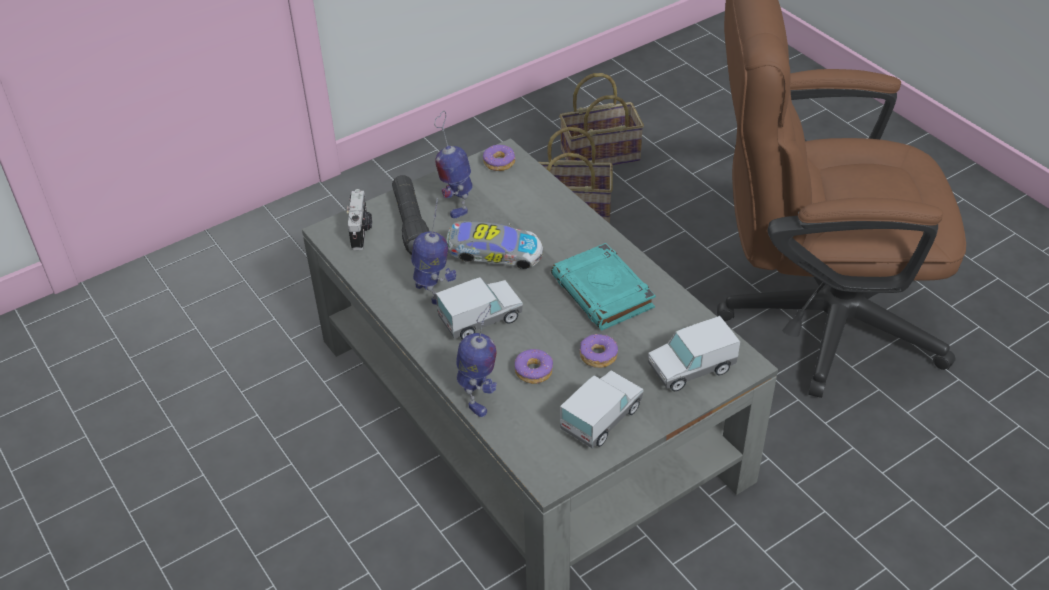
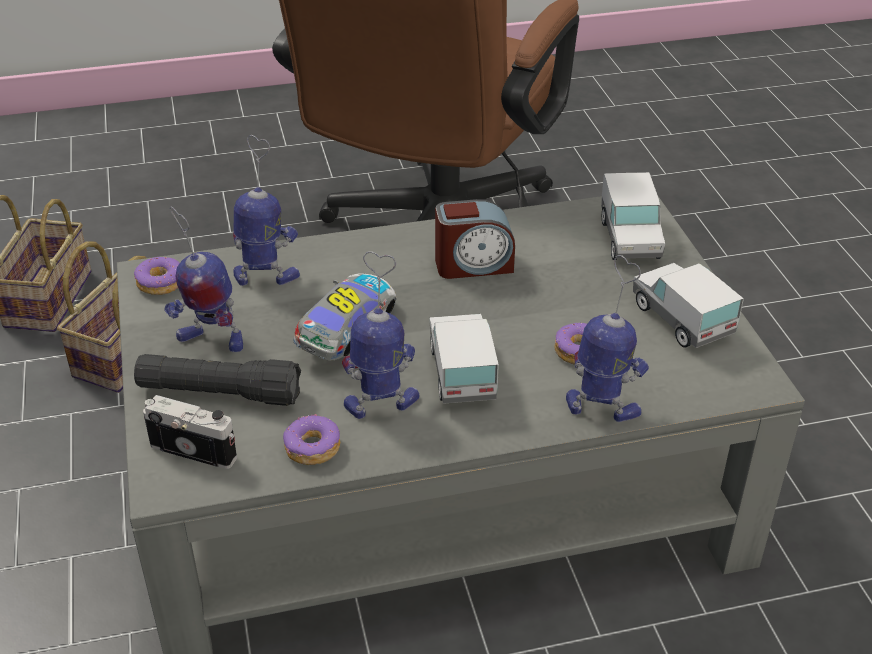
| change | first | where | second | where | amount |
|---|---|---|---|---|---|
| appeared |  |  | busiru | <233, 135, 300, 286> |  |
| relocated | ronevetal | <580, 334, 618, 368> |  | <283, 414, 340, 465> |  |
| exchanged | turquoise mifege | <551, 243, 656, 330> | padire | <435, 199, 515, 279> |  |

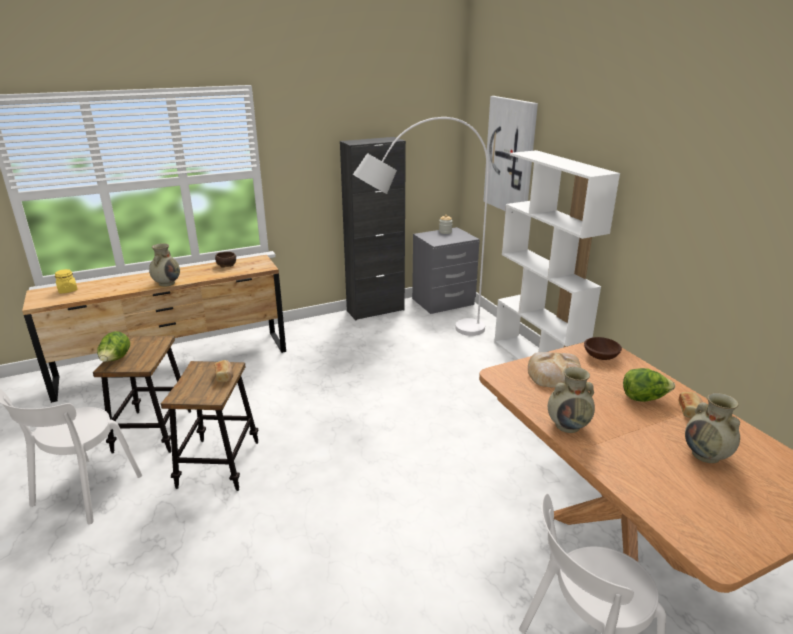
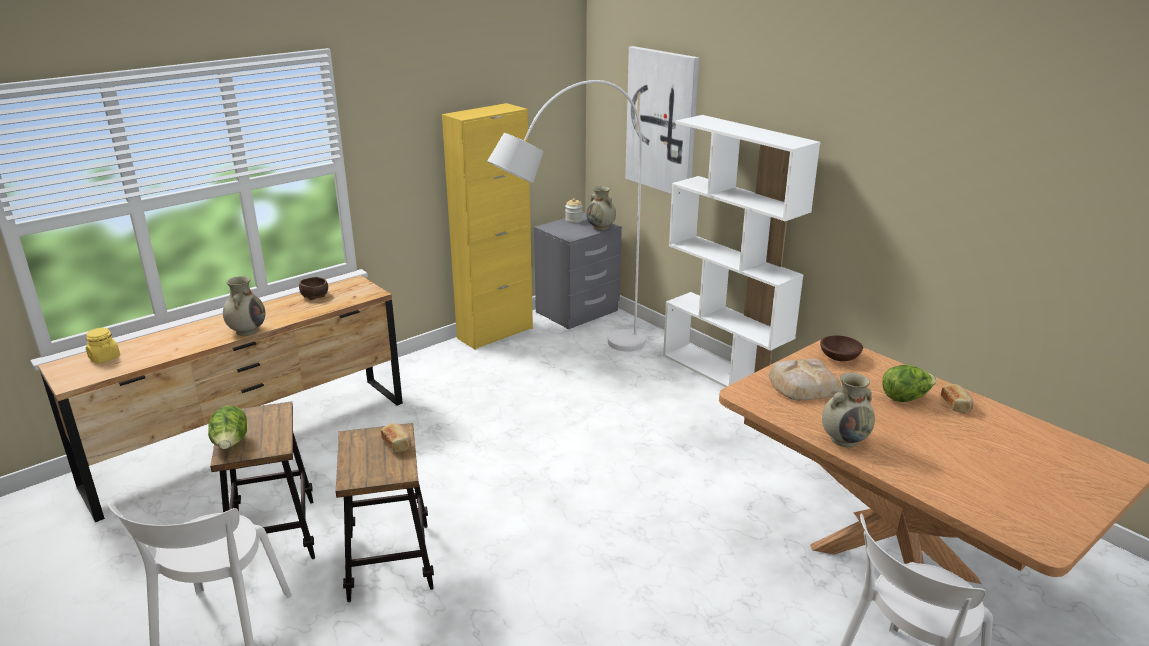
| change | first | where | second | where | amount |
|---|---|---|---|---|---|
| colour | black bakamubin | <340, 137, 406, 320> | yellow bakamubin | <442, 103, 533, 350> |  |
| relocated | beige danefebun | <685, 393, 740, 463> |  | <586, 186, 616, 230> |  |

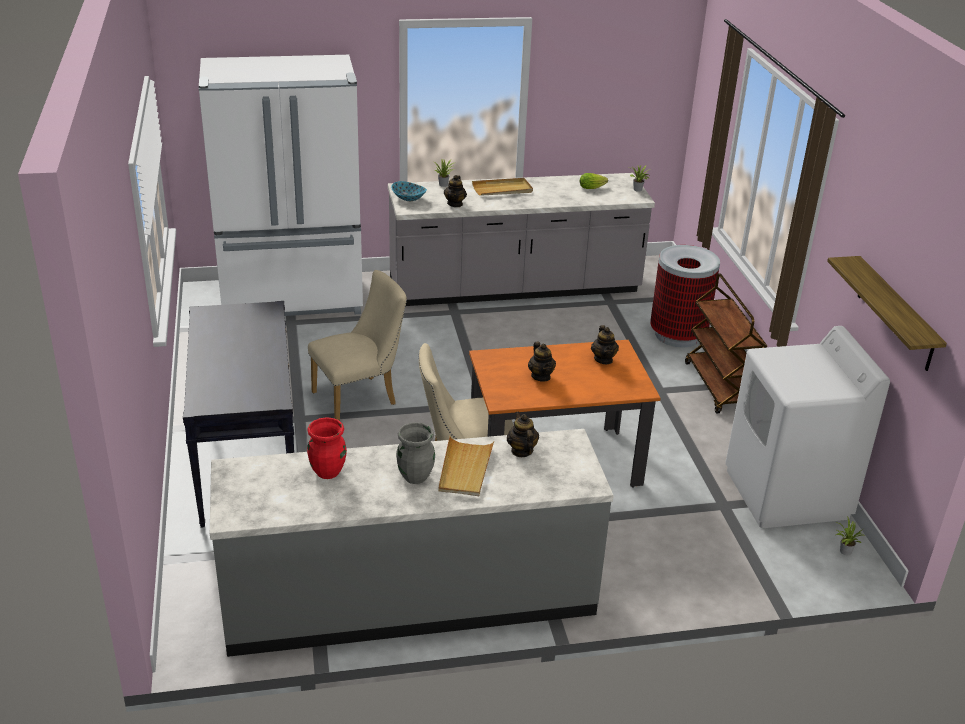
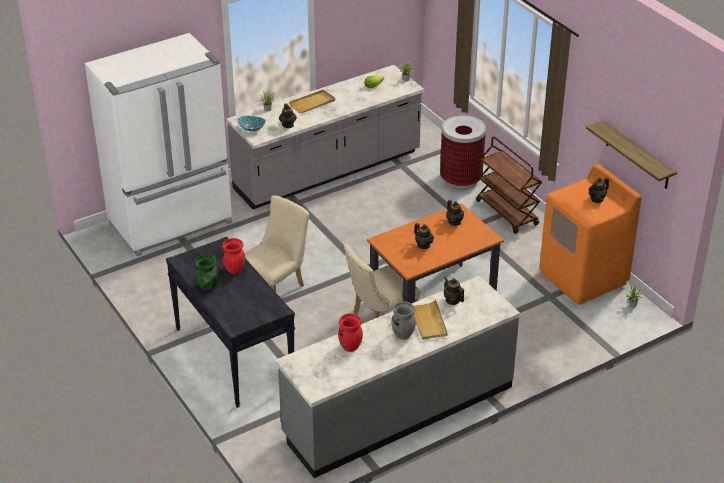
| change | first | where | second | where | amount |
|---|---|---|---|---|---|
| appeared |  |  | green danefebun | <195, 254, 219, 291> |  |
| appeared |  |  | red danefebun | <222, 238, 245, 274> |  |
| colour | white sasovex | <725, 326, 890, 528> | orange sasovex | <539, 164, 642, 305> |  |
| appeared |  |  | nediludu | <589, 178, 609, 203> |  |

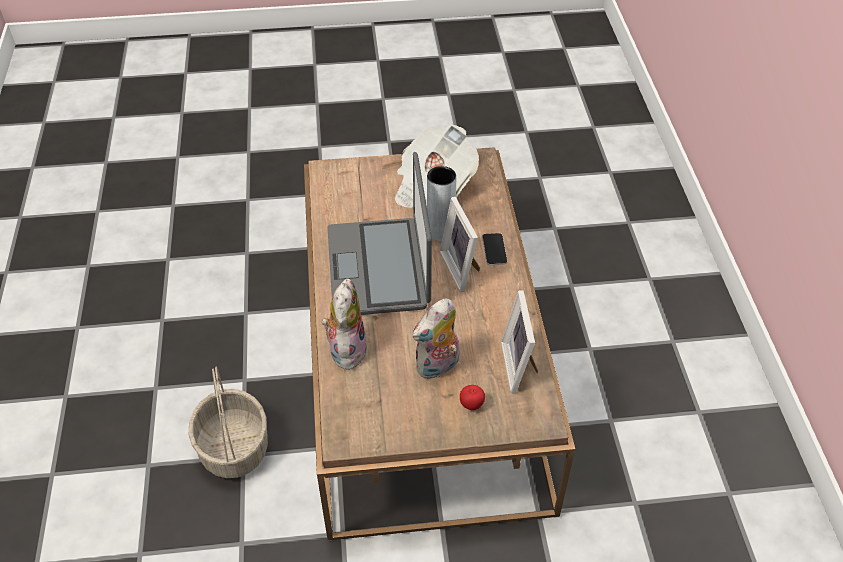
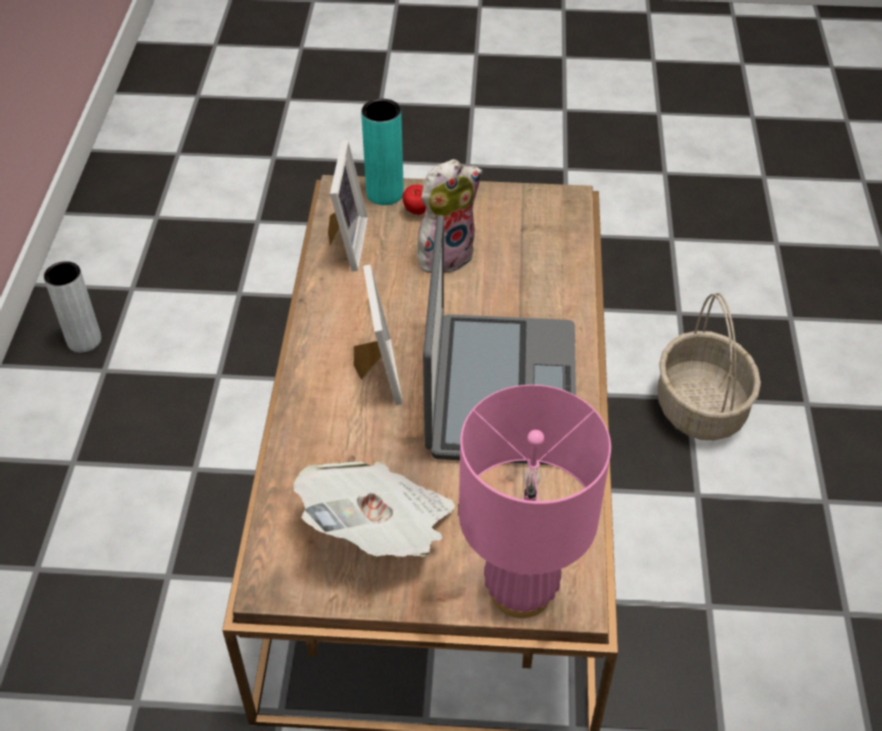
| change | first | where | second | where | amount |
|---|---|---|---|---|---|
| relocated | grey danefebun | <427, 166, 457, 241> |  | <44, 261, 102, 353> |  |
| appeared |  |  | turquoise danefebun | <361, 99, 404, 205> |  |
| appeared |  |  | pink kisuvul | <459, 385, 611, 618> |  |
| missing | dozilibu | <322, 278, 367, 370> |  |  |  |
| missing | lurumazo | <482, 233, 507, 265> |  |  |  |

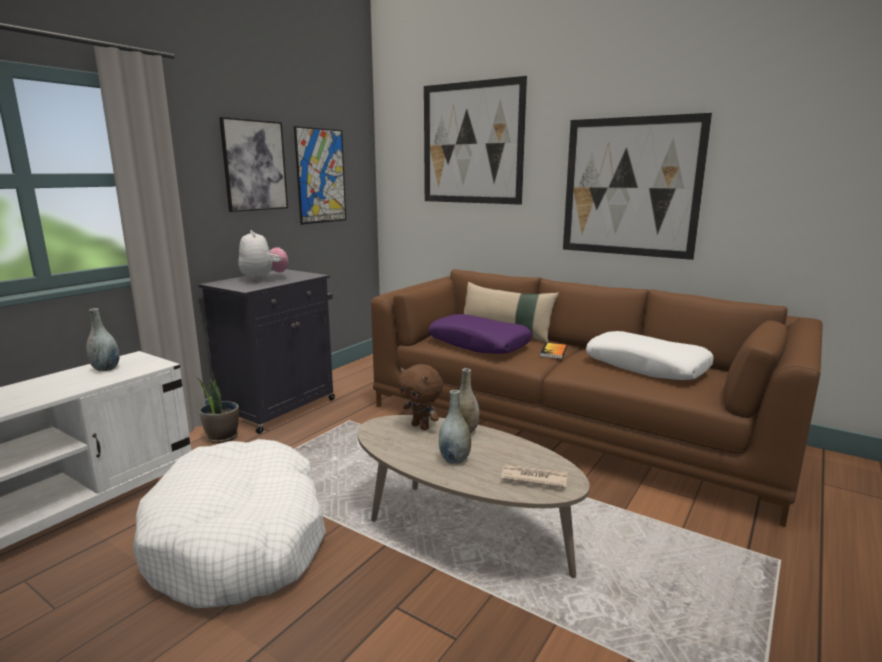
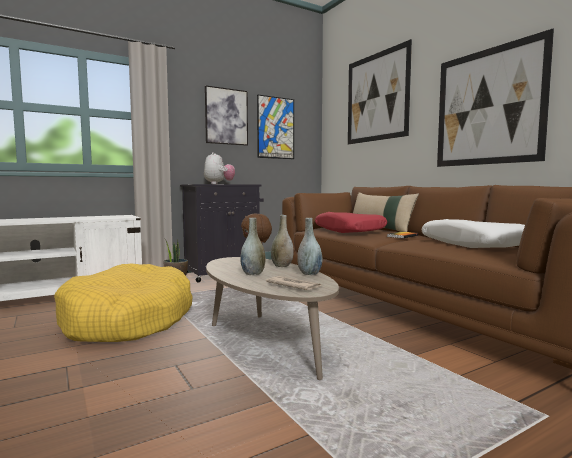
| change | first | where | second | where | amount |
|---|---|---|---|---|---|
| colour | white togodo | <133, 439, 326, 608> | yellow togodo | <54, 263, 193, 342> |  |
| relocated | grey danefebun | <86, 308, 120, 371> |  | <297, 218, 322, 275> |  |
| colour | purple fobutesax | <428, 314, 532, 354> | red fobutesax | <315, 212, 387, 233> |  |

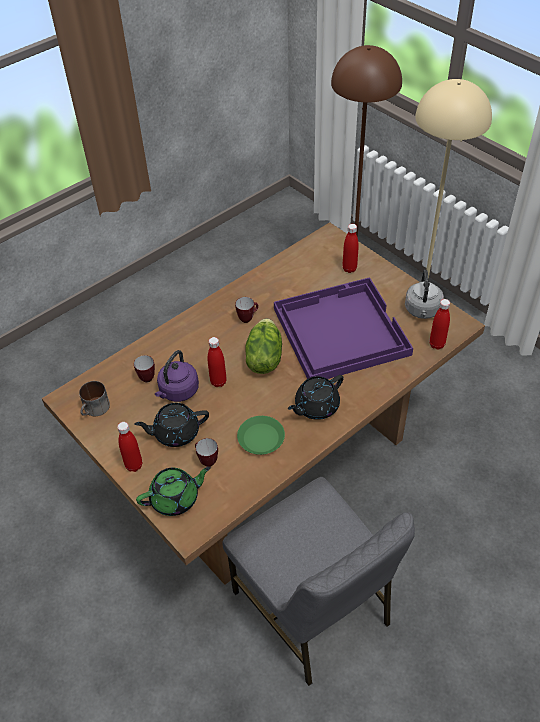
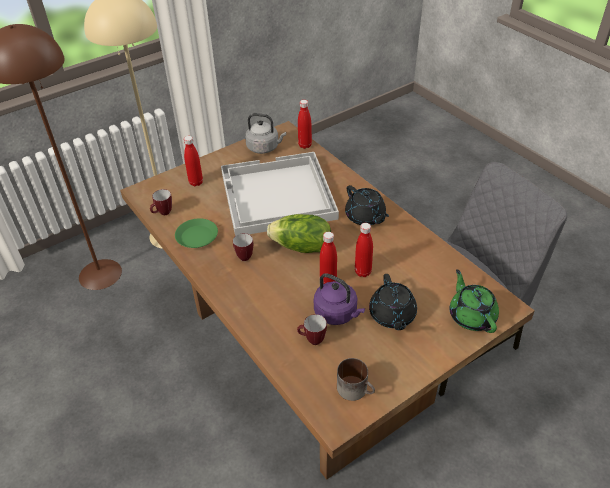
| change | first | where | second | where | amount |
|---|---|---|---|---|---|
| relocated | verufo | <195, 438, 218, 467> |  | <150, 189, 172, 215> |  |
| relocated | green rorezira | <237, 416, 285, 455> |  | <175, 218, 218, 248> |  |
| colour | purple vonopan | <274, 277, 413, 379> | white vonopan | <221, 152, 339, 236> |  |
| relocated | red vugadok | <117, 422, 142, 472> |  | <355, 223, 373, 277> |  |

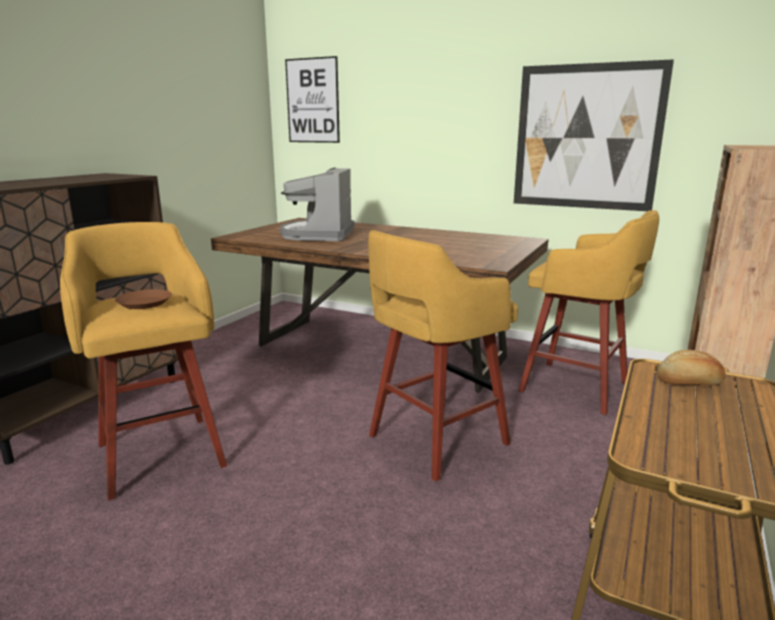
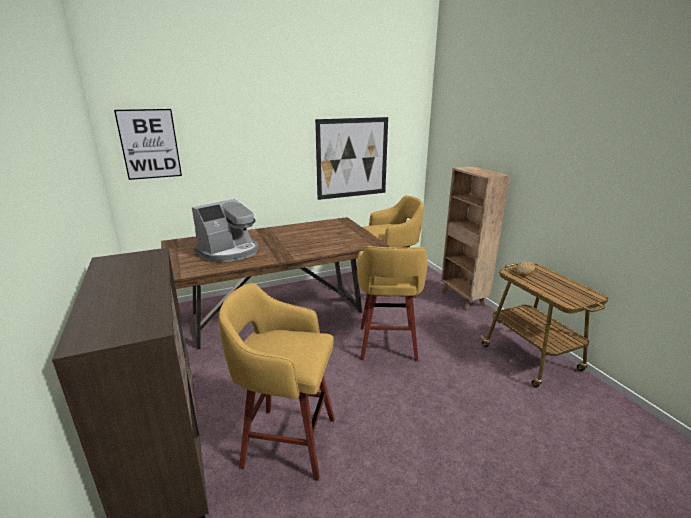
| change | first | where | second | where | amount |
|---|---|---|---|---|---|
| spun | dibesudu | <280, 167, 355, 241> |  | <192, 199, 259, 263> | 90 degrees counterclockwise |
| missing | brown rorezira | <115, 289, 172, 309> |  |  |  |

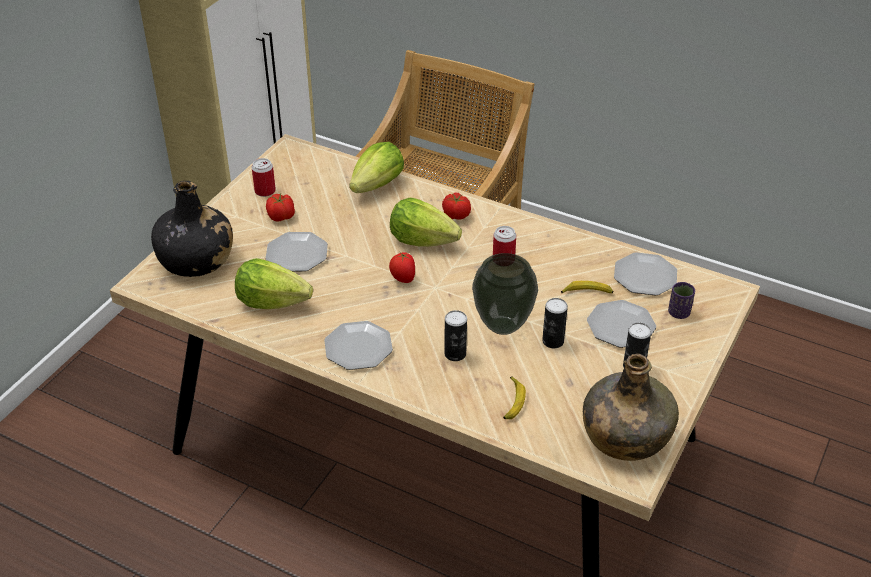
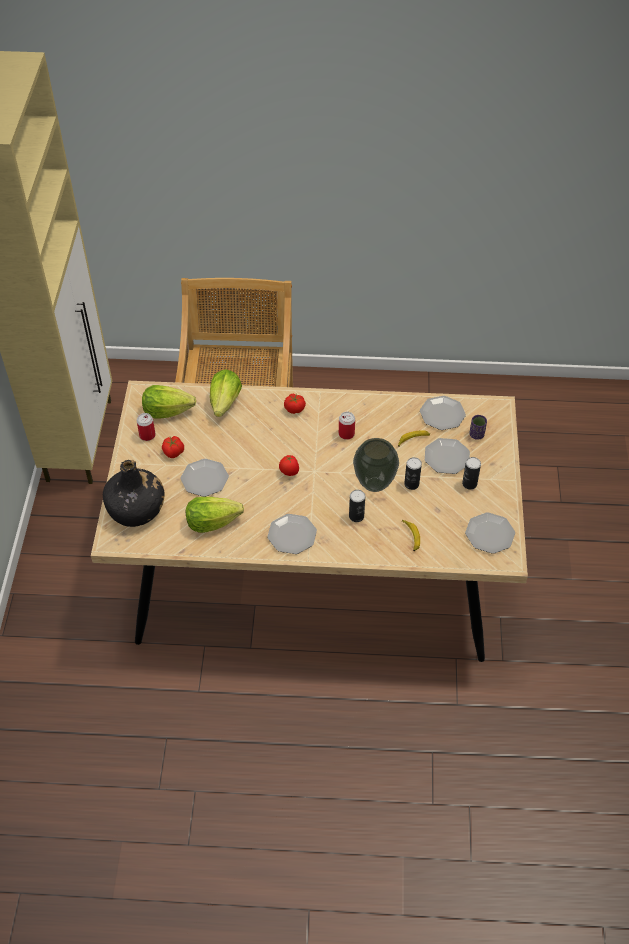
| change | first | where | second | where | amount |
|---|---|---|---|---|---|
| relocated | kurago | <390, 198, 462, 247> |  | <142, 385, 196, 419> |  |
| exchanged | green vugadok | <583, 354, 679, 461> | rorezira | <465, 512, 515, 554> |  |

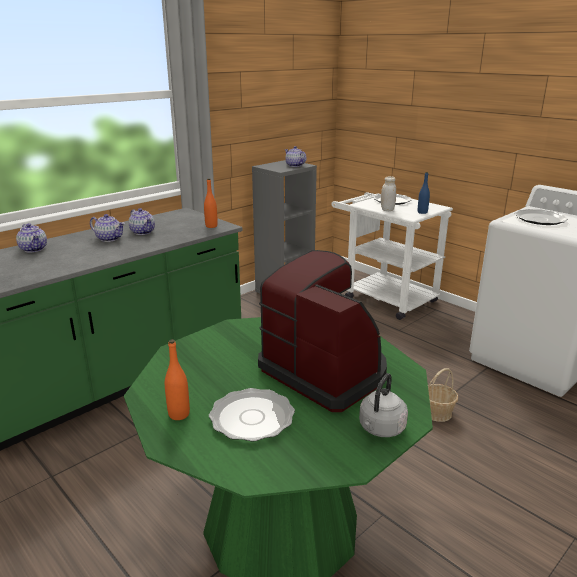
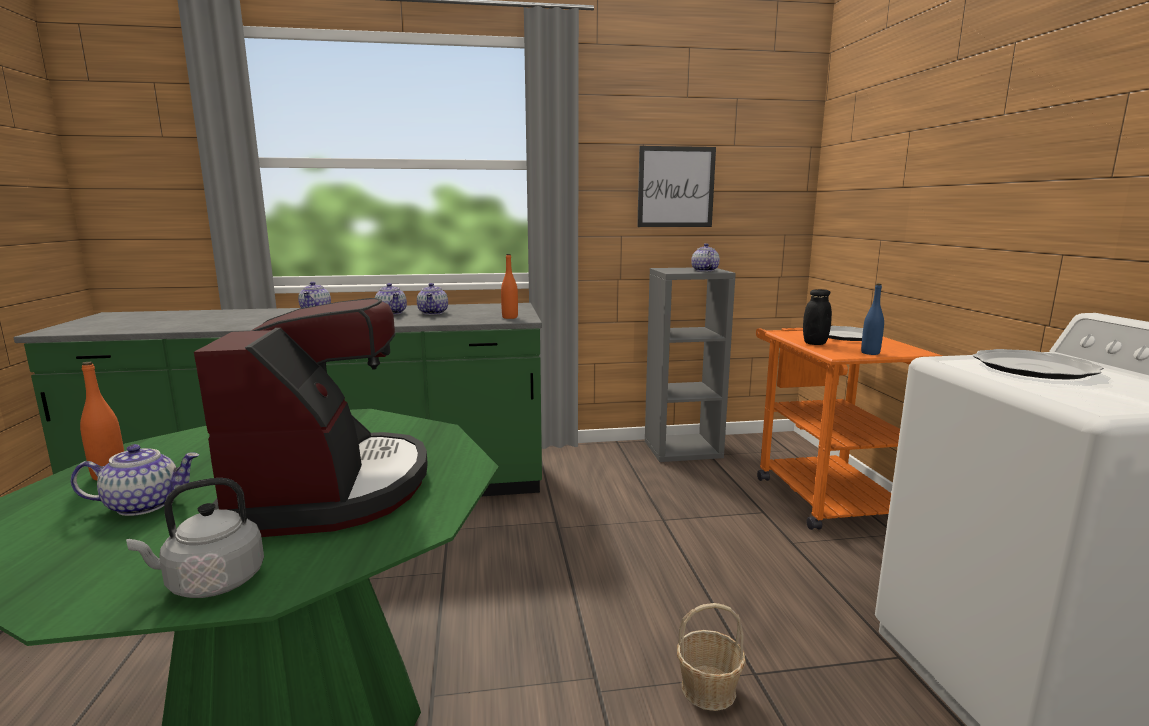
| change | first | where | second | where | amount |
|---|---|---|---|---|---|
| exchanged | rorezira | <209, 388, 295, 442> | nediludu | <71, 444, 199, 516> |  |
| appeared |  |  | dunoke | <637, 146, 716, 227> |  |
| colour | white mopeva | <332, 192, 453, 320> | orange mopeva | <756, 328, 942, 530> |  |
| colour | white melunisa | <381, 176, 396, 211> | black melunisa | <803, 289, 832, 345> |  |

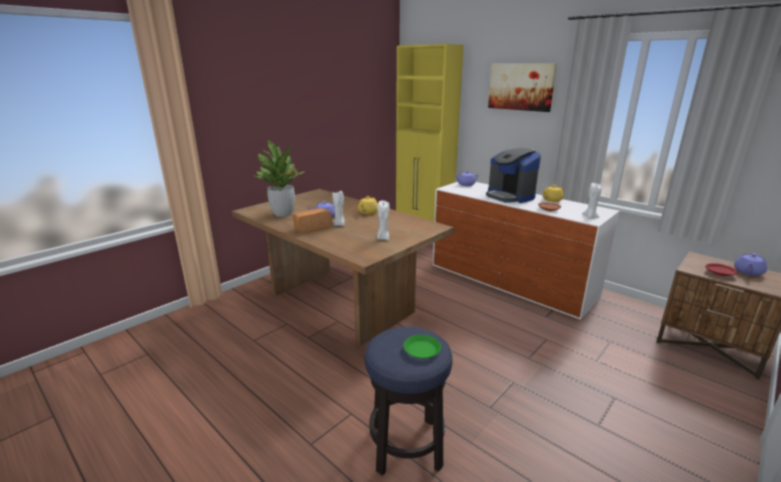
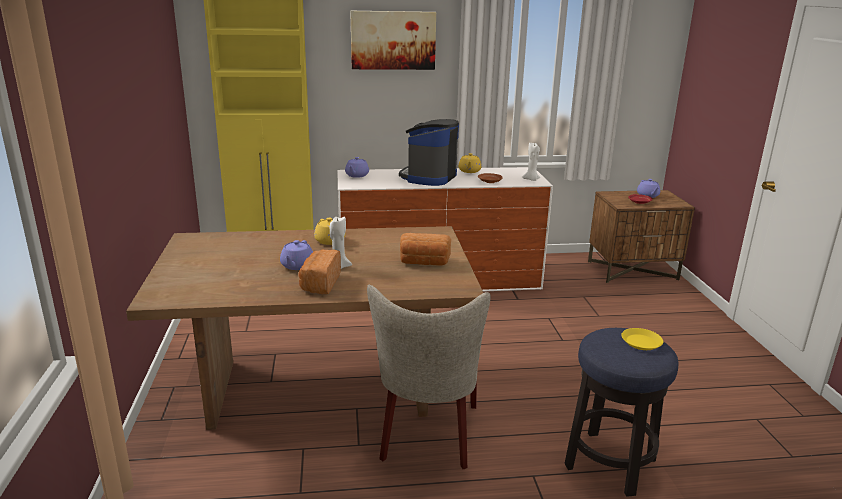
| change | first | where | second | where | amount |
|---|---|---|---|---|---|
| appeared |  |  | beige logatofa | <367, 285, 491, 469> |  |
| spun | dibesudu | <486, 147, 541, 203> |  | <399, 119, 459, 186> | 105 degrees clockwise |
| exchanged | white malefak | <377, 200, 390, 240> | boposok | <400, 233, 451, 265> |  |
| colour | green rorezira | <403, 335, 441, 359> | yellow rorezira | <621, 328, 663, 350> |  |
| missing | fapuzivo | <253, 141, 304, 217> |  |  |  |

